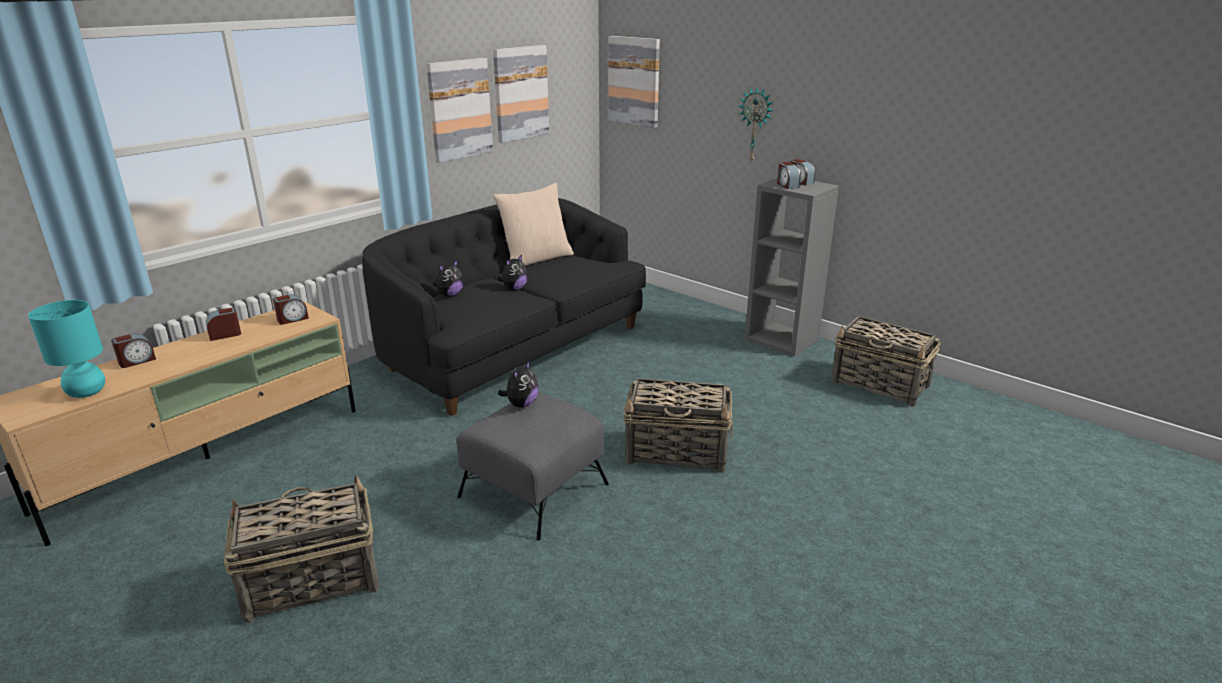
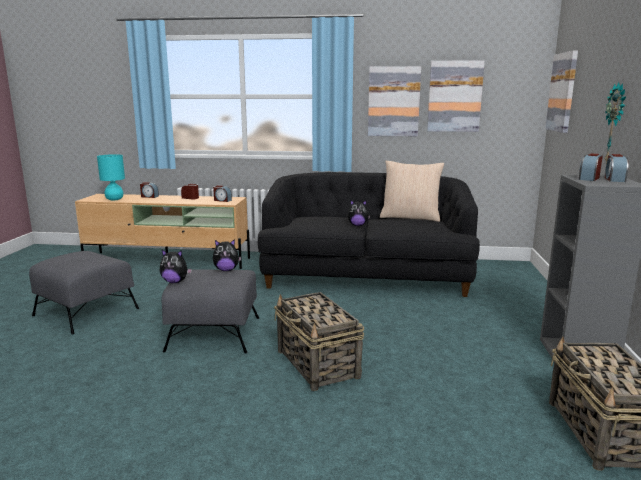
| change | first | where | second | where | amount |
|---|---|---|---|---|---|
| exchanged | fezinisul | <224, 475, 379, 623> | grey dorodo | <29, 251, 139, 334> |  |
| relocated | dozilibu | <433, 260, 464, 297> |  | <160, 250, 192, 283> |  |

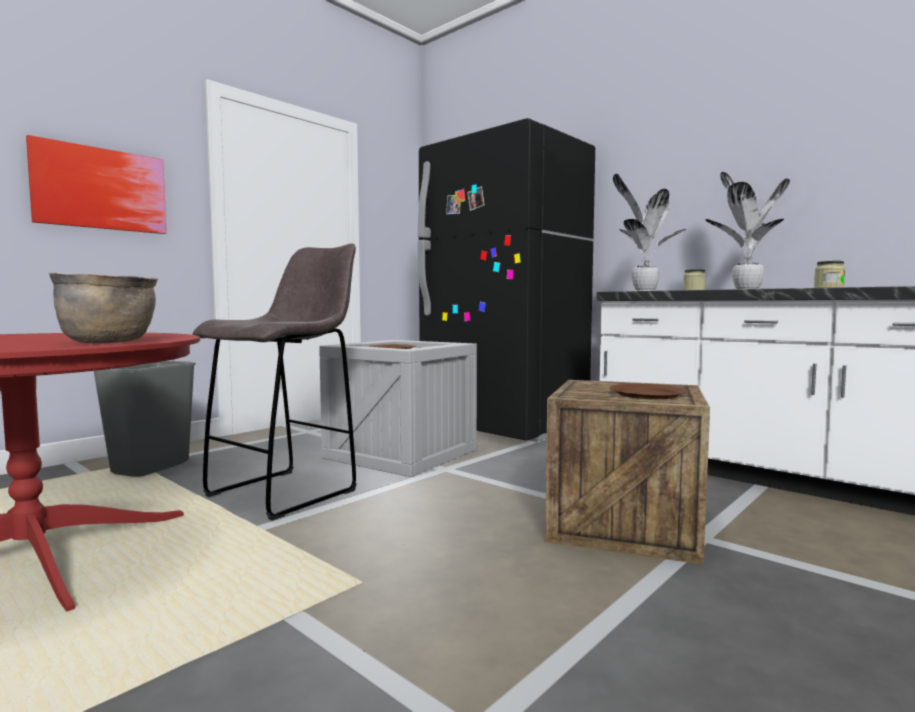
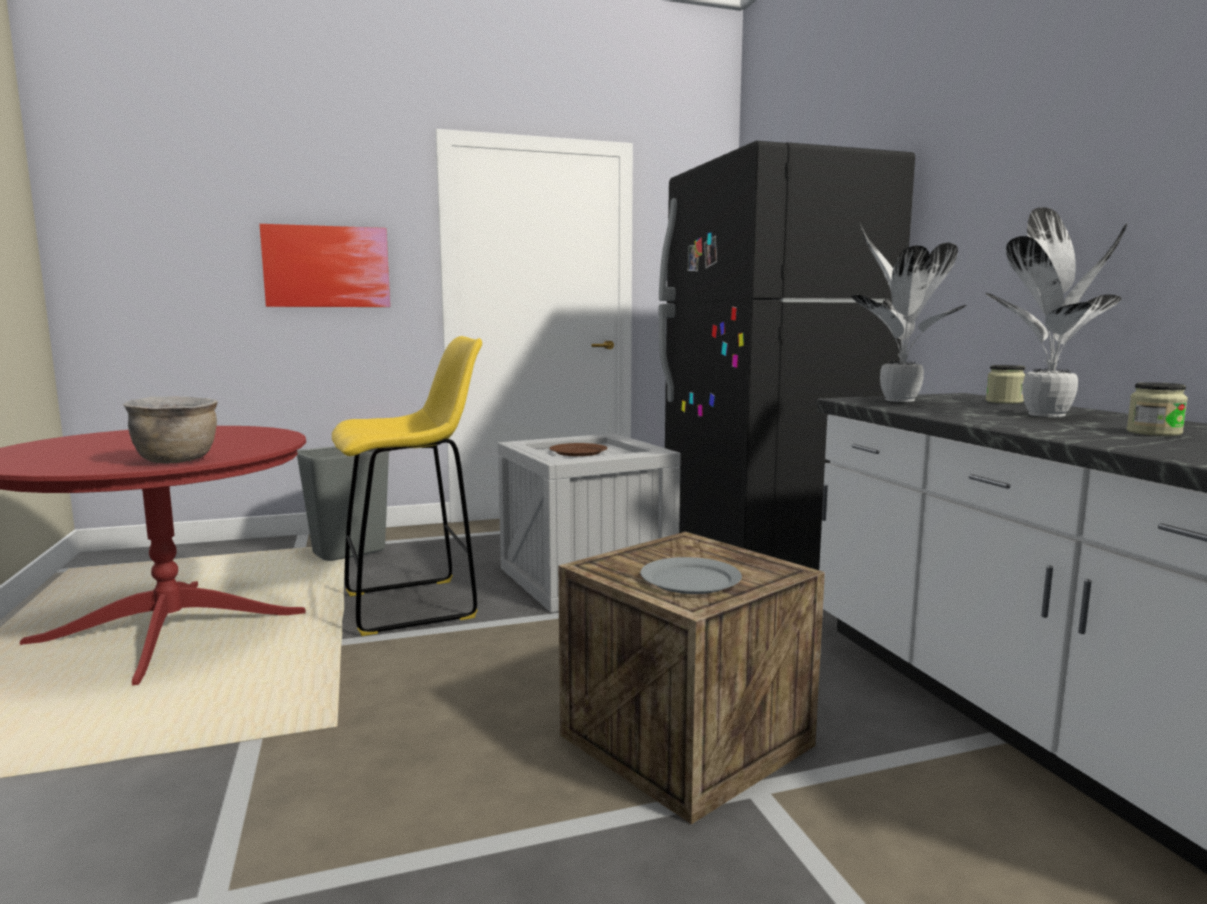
| change | first | where | second | where | amount |
|---|---|---|---|---|---|
| colour | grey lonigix | <192, 243, 357, 521> | yellow lonigix | <332, 336, 482, 636> |  |
| colour | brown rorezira | <610, 384, 687, 399> | grey rorezira | <640, 557, 742, 594> |  |

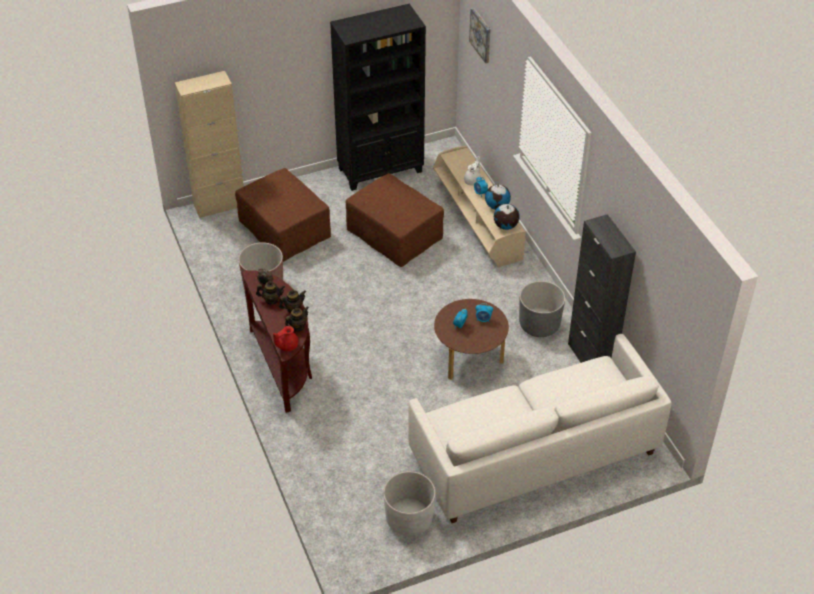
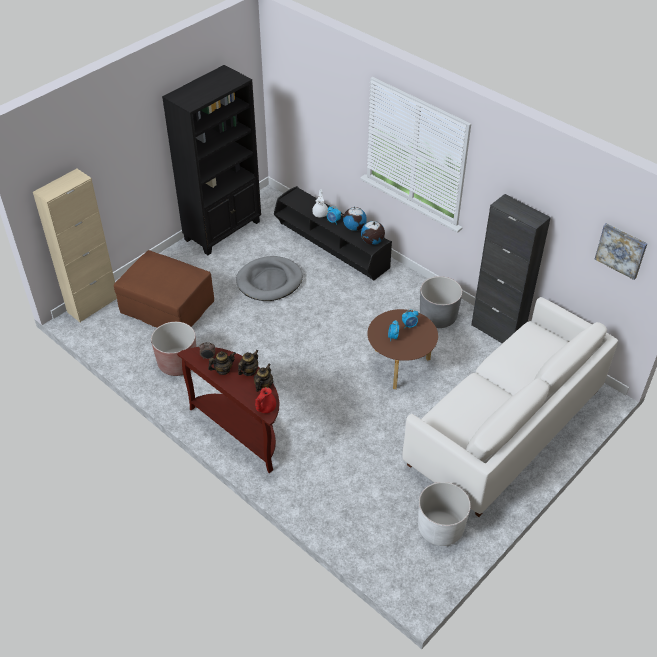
| change | first | where | second | where | amount |
|---|---|---|---|---|---|
| exchanged | brown dorodo | <346, 173, 444, 267> | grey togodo | <236, 256, 303, 301> |  |
| colour | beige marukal | <433, 146, 526, 267> | black marukal | <274, 186, 392, 281> |  |
| relocated | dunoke | <469, 8, 491, 63> |  | <595, 223, 648, 280> |  |

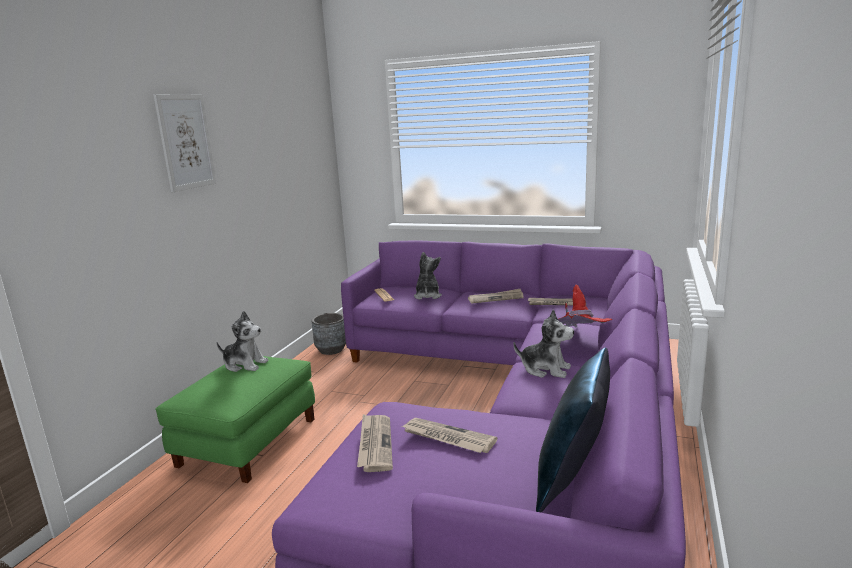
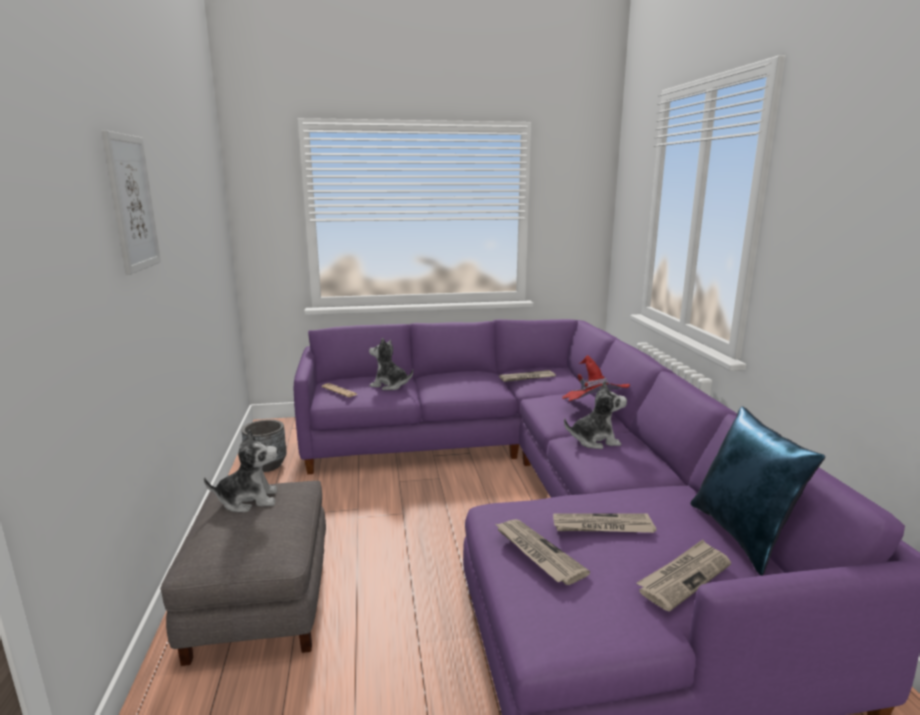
| change | first | where | second | where | amount |
|---|---|---|---|---|---|
| colour | green dorodo | <156, 356, 315, 483> | grey dorodo | <160, 481, 326, 666> |  |
| spun | dozilibu | <414, 252, 442, 300> |  | <369, 338, 413, 390> | 45 degrees counterclockwise |
| relocated | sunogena | <468, 289, 524, 304> |  | <637, 539, 731, 612> |  |

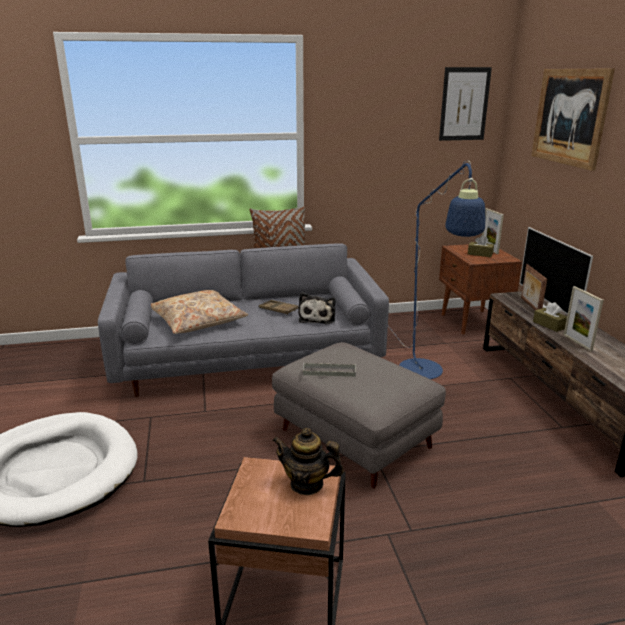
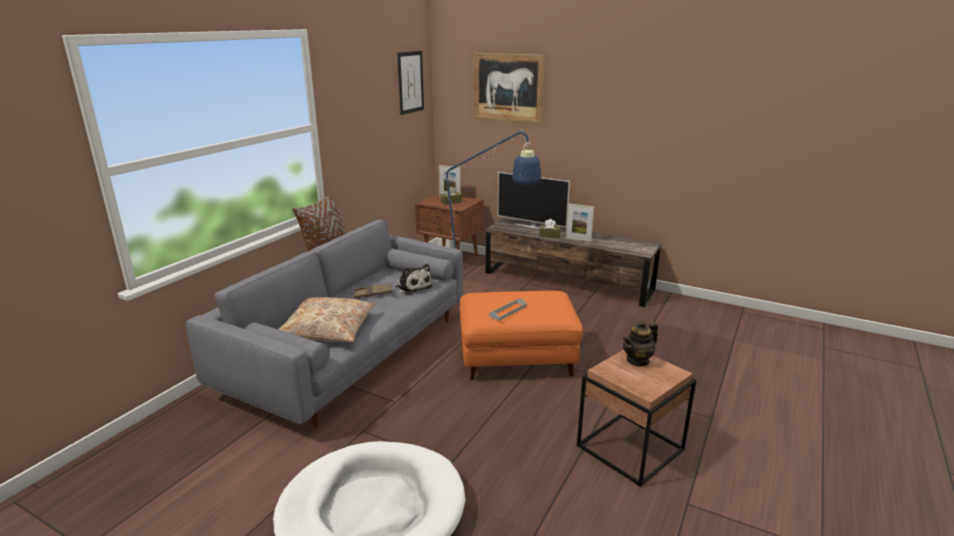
| change | first | where | second | where | amount |
|---|---|---|---|---|---|
| colour | grey dorodo | <272, 342, 446, 489> | orange dorodo | <460, 291, 583, 380> |  |
| missing | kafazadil | <521, 264, 547, 310> |  |  |  |

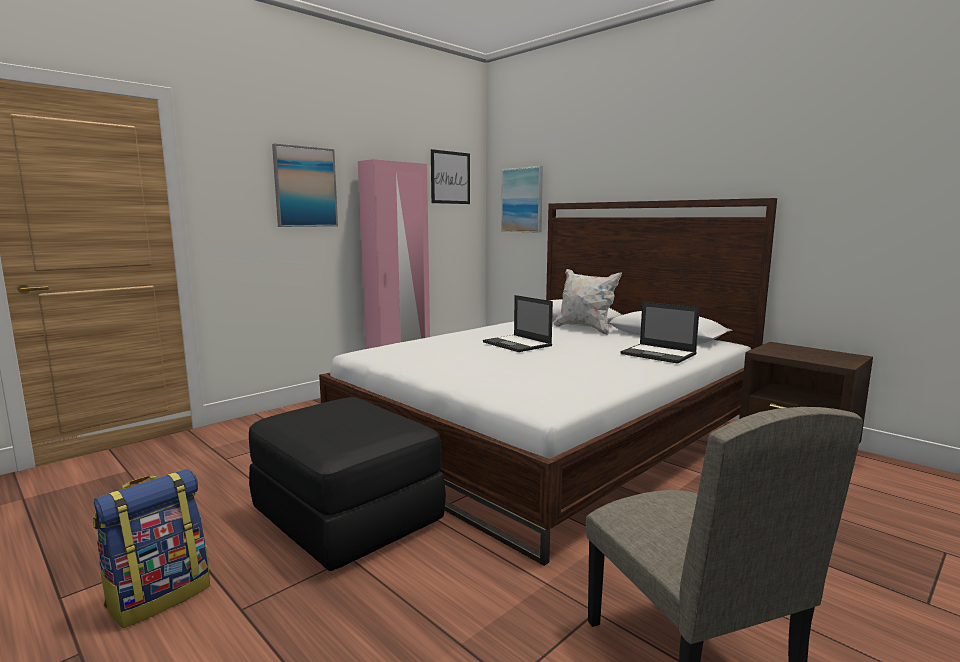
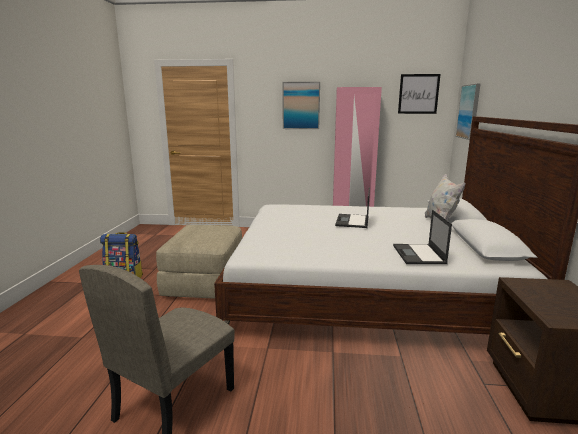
| change | first | where | second | where | amount |
|---|---|---|---|---|---|
| colour | black dorodo | <249, 397, 446, 571> | beige dorodo | <156, 225, 242, 299> |  |

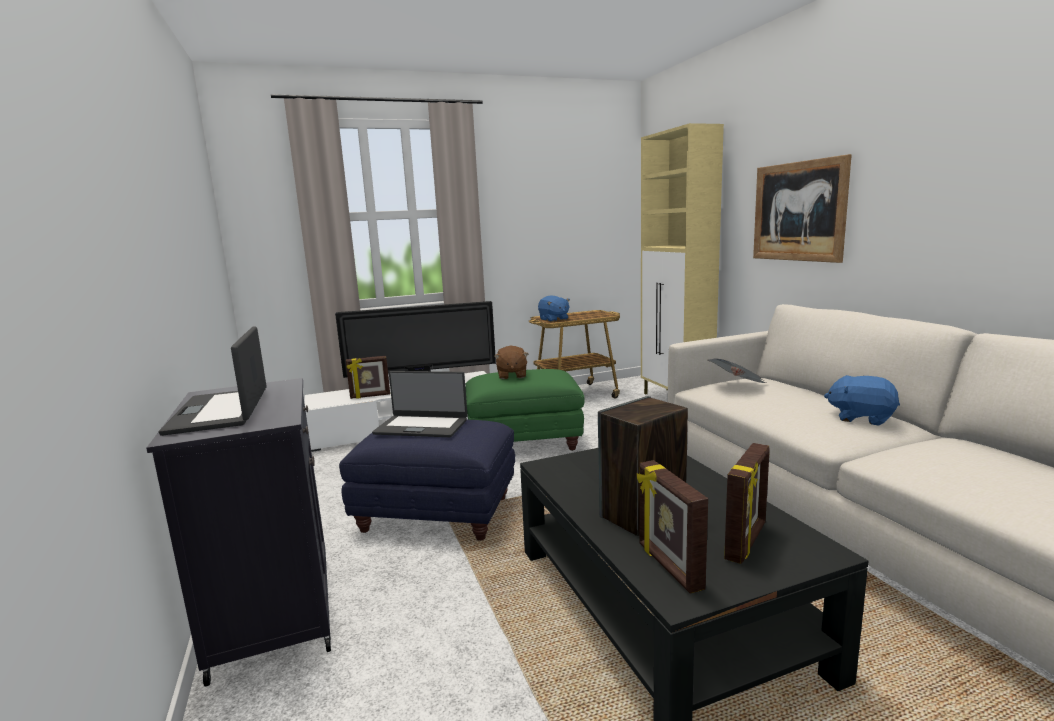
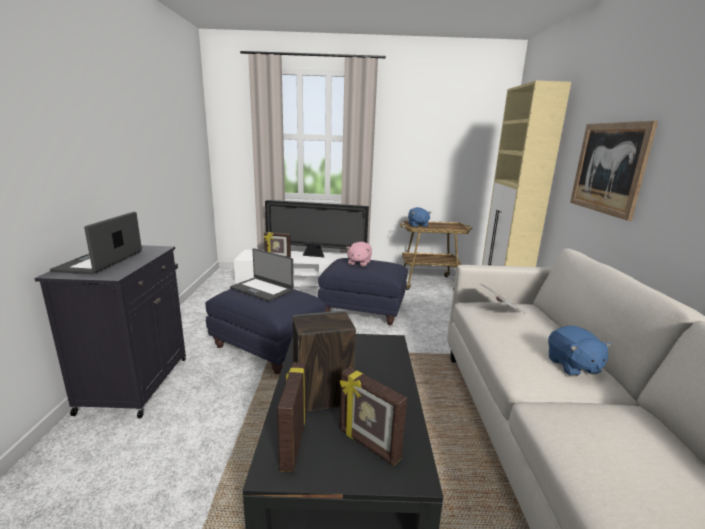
| change | first | where | second | where | amount |
|---|---|---|---|---|---|
| colour | green dorodo | <466, 369, 585, 451> | blue dorodo | <318, 258, 408, 325> |  |
| spun | kafazadil | <724, 443, 770, 564> |  | <340, 367, 407, 466> | 75 degrees clockwise |
| colour | brown dozilibu | <494, 346, 528, 379> | pink dozilibu | <346, 242, 372, 267> |  |
| spun | blue dozilibu | <824, 375, 900, 425> |  | <548, 325, 612, 376> | 150 degrees counterclockwise |

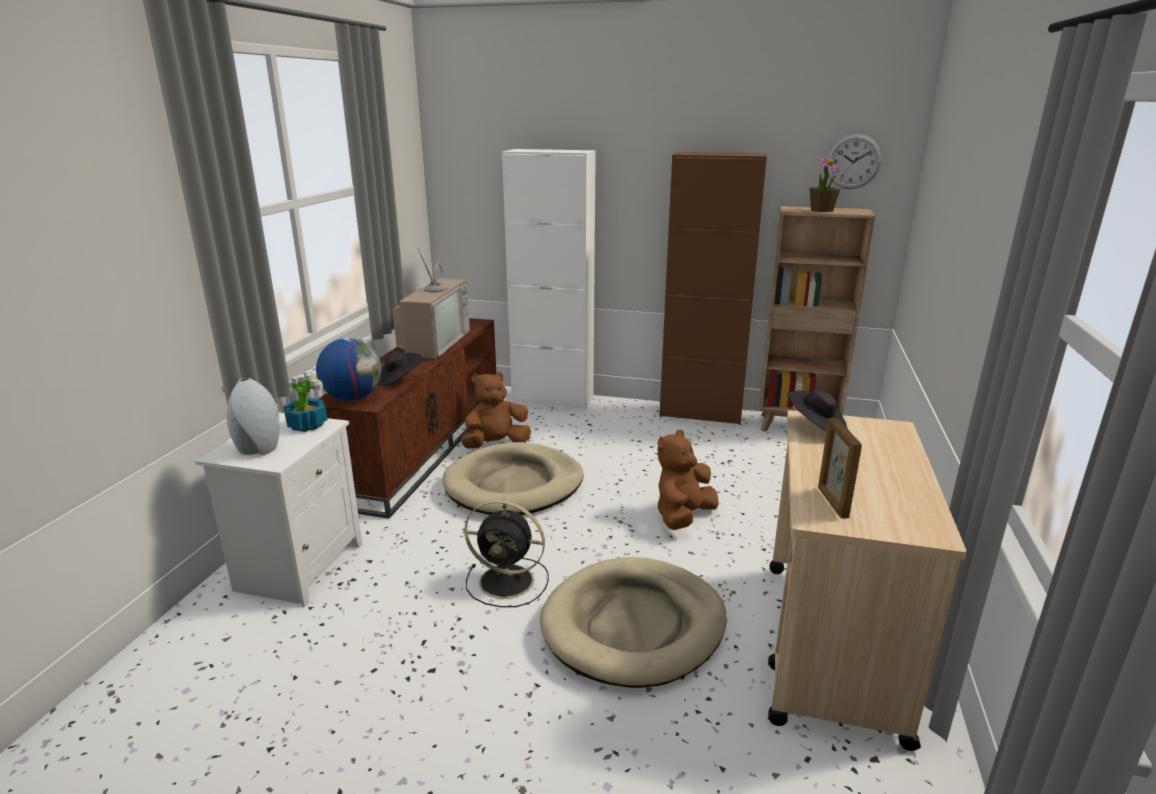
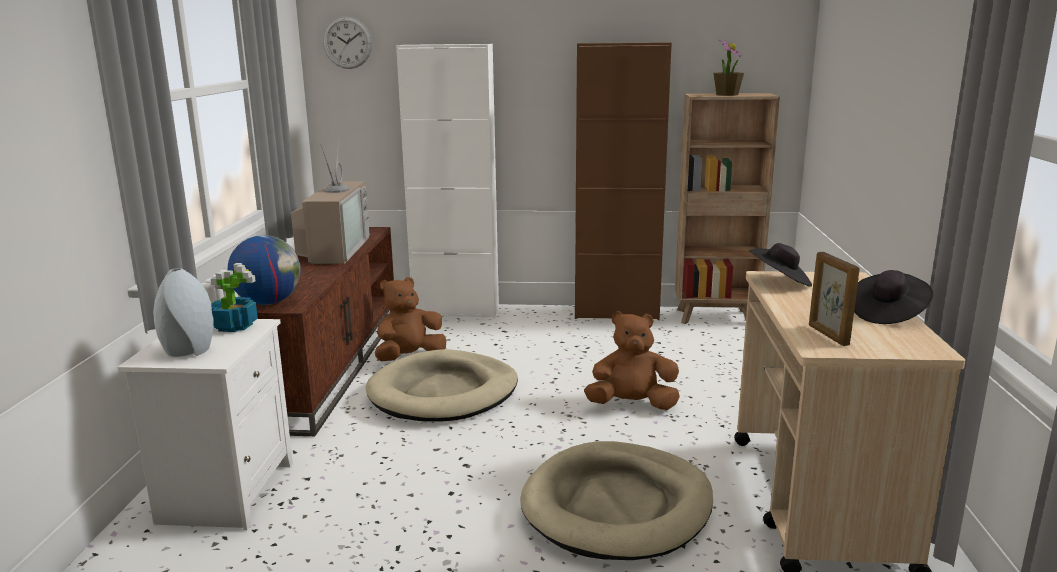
| change | first | where | second | where | amount |
|---|---|---|---|---|---|
| relocated | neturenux | <827, 134, 882, 189> |  | <323, 16, 372, 69> |  |
| spun | brown dozilibu | <657, 430, 719, 530> |  | <584, 311, 680, 410> | 60 degrees clockwise |
| relocated | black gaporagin | <378, 351, 422, 386> |  | <854, 270, 933, 324> |  |
| missing | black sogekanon | <464, 500, 549, 607> |  |  |  |

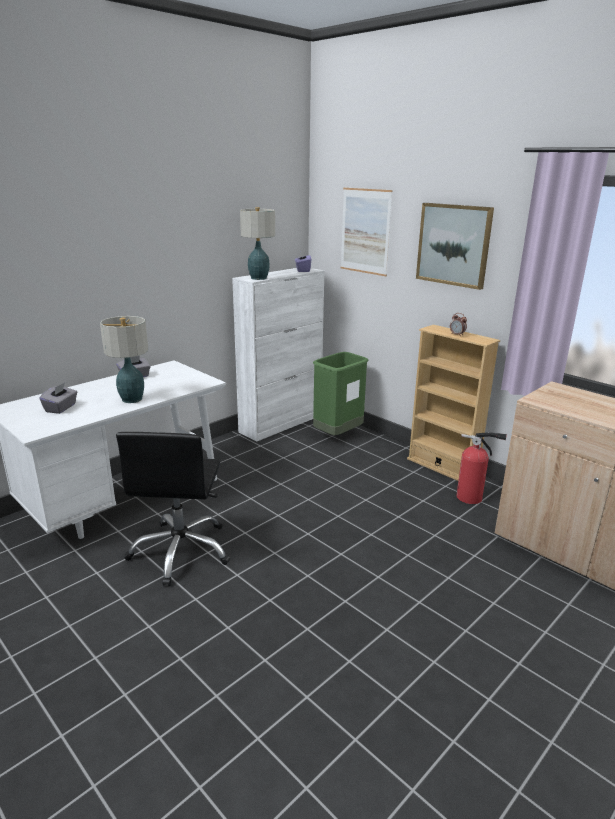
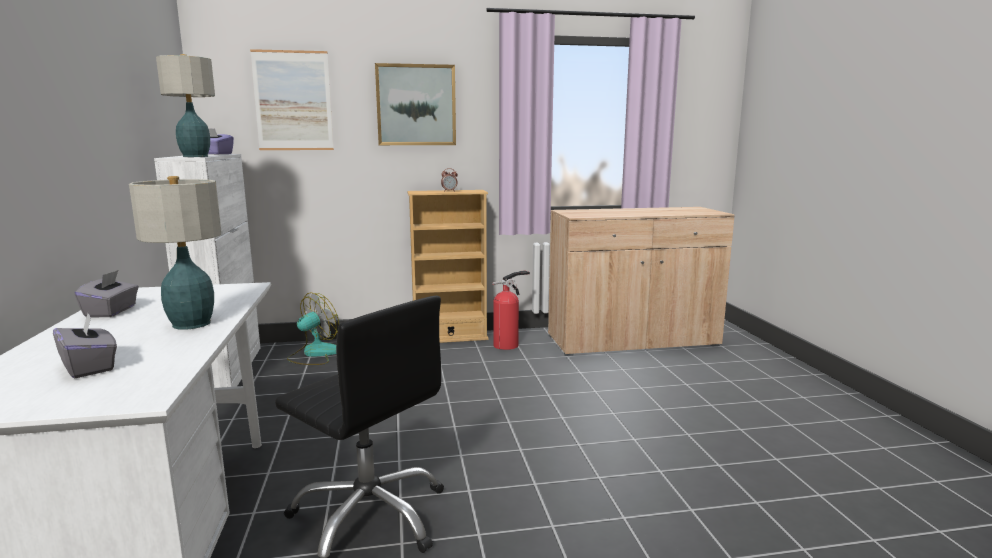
| change | first | where | second | where | amount |
|---|---|---|---|---|---|
| exchanged | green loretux | <313, 352, 369, 435> | sogekanon | <287, 292, 339, 365> |  |

